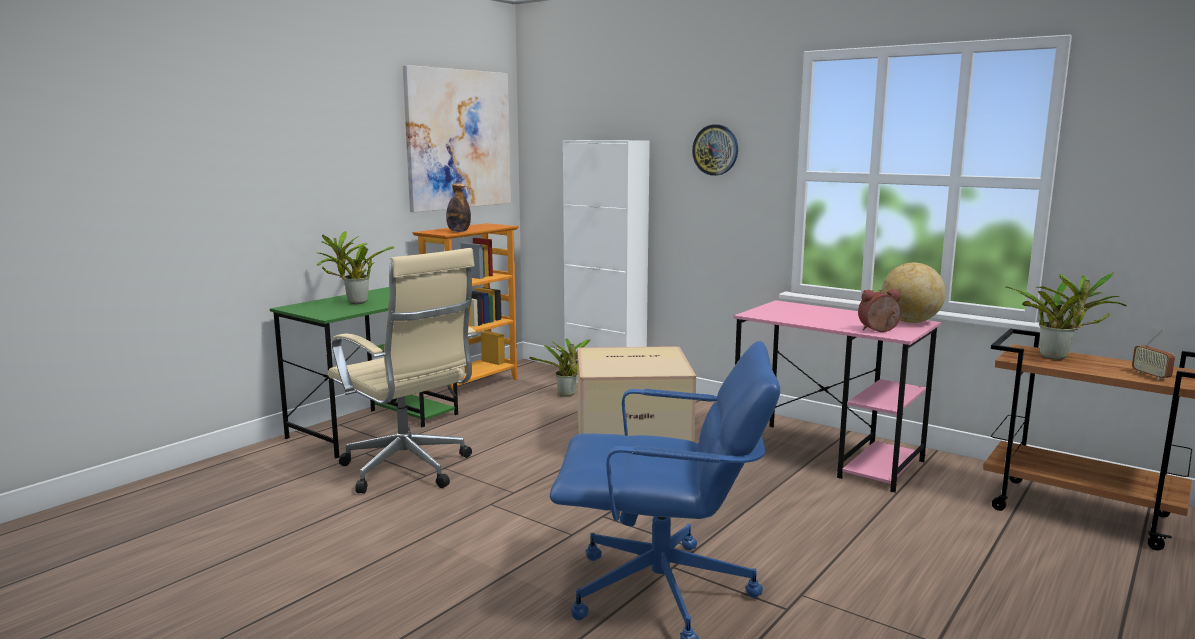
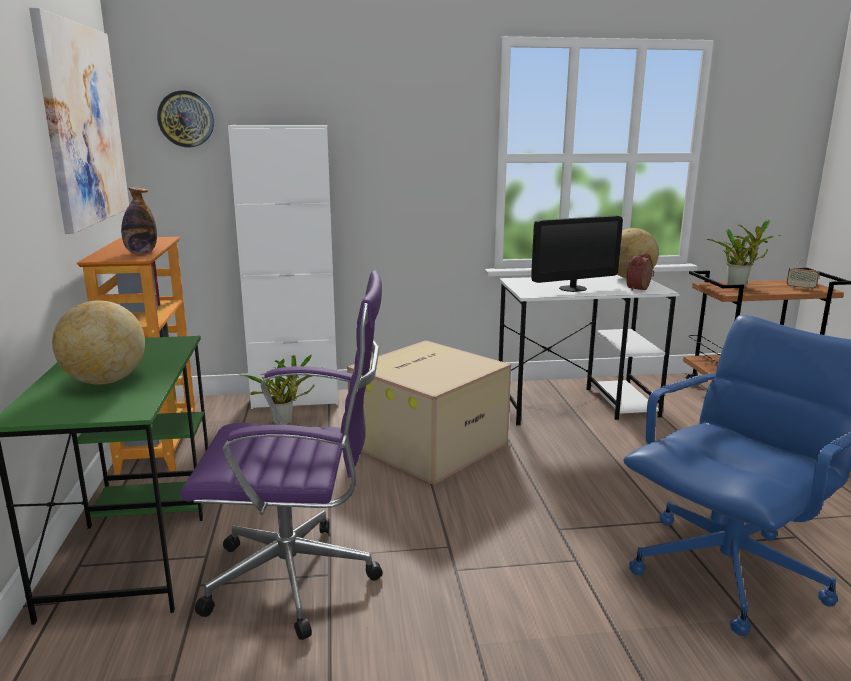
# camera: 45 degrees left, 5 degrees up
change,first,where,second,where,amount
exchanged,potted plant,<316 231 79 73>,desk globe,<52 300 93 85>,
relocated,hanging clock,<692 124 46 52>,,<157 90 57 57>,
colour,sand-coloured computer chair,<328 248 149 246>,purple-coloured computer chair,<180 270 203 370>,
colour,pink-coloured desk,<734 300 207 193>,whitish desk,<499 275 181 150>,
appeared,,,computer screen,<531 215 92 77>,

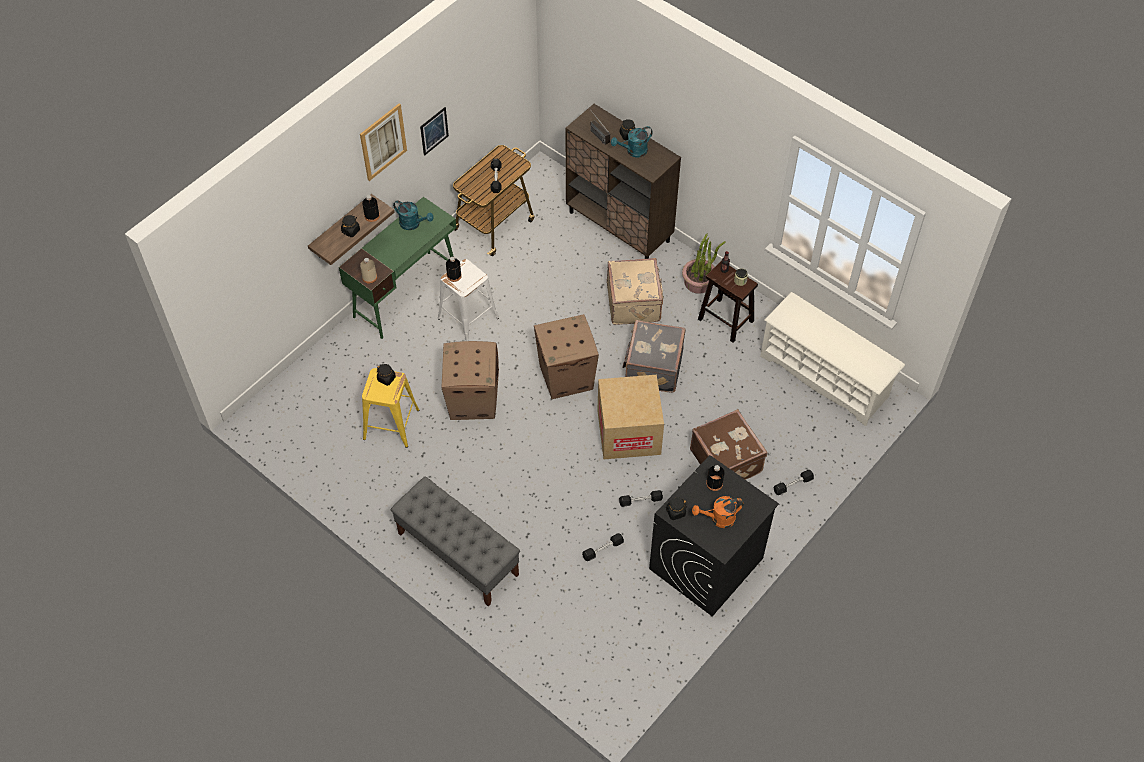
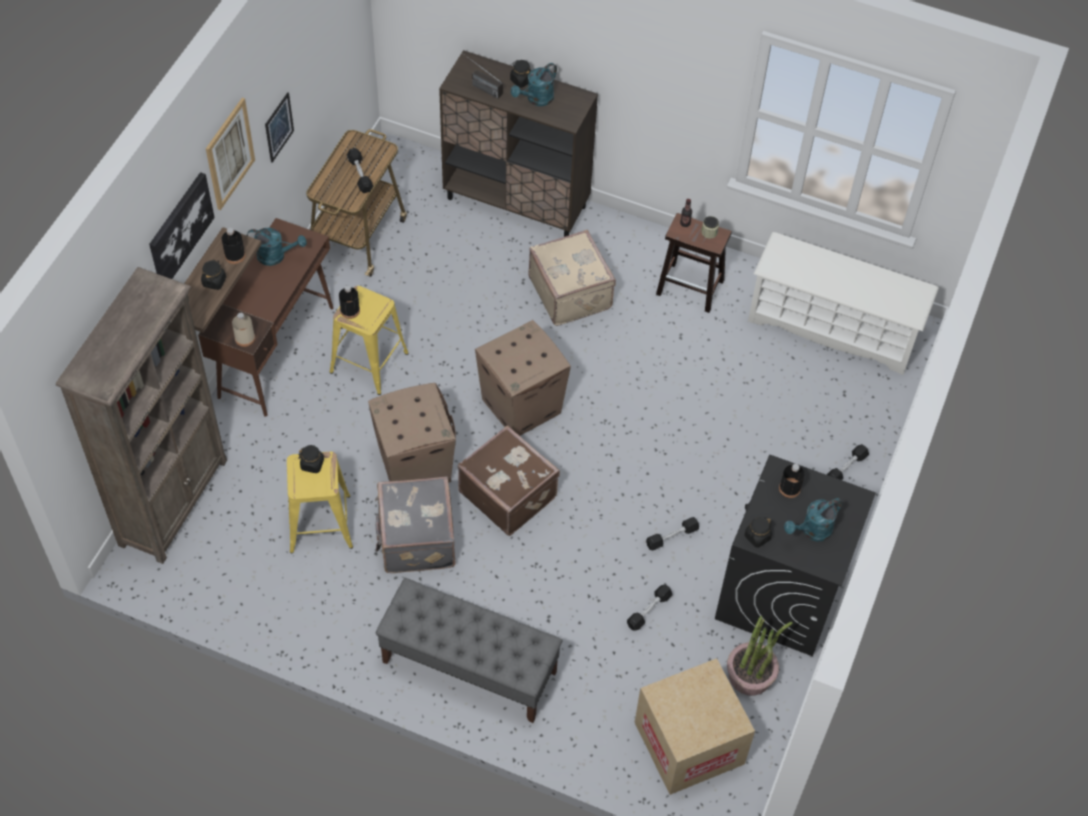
# camera: 20 degrees left, 0 degrees up
change,first,where,second,where,amount
appeared,,,brownish bookcase,<56 267 171 297>,
appeared,,,wall art,<149 172 66 107>,
colour,green desk,<339 197 117 142>,brownish desk,<198 218 135 199>,
colour,whitish stool seat,<438 259 61 82>,yellowish stool seat,<330 286 79 109>,
relocated,gray suitcase,<622 320 64 73>,,<375 476 80 97>,
relocated,brownish suitcase,<690 409 77 71>,,<458 425 102 111>,
relocated,cardboard box,<597 375 67 84>,,<635 658 120 137>,
relocated,potted plant,<682 234 44 60>,,<727 616 66 80>,
colour,orangey watering can,<692 496 52 32>,turquoise watering can,<784 498 59 44>,

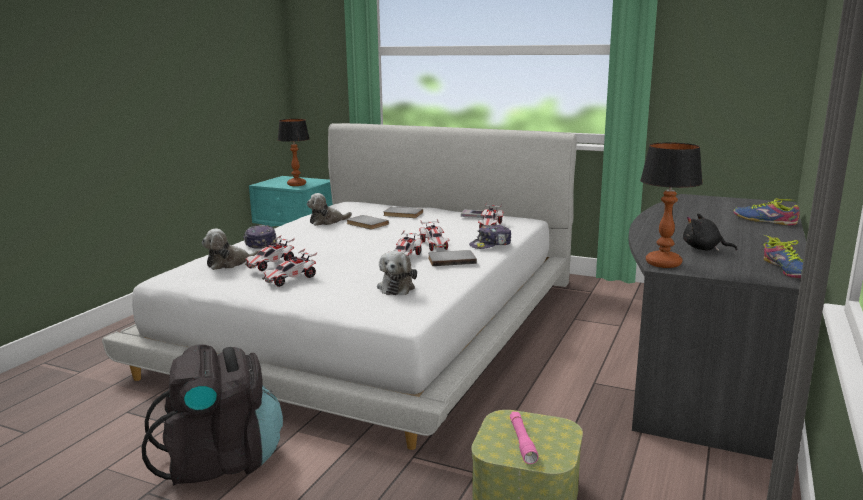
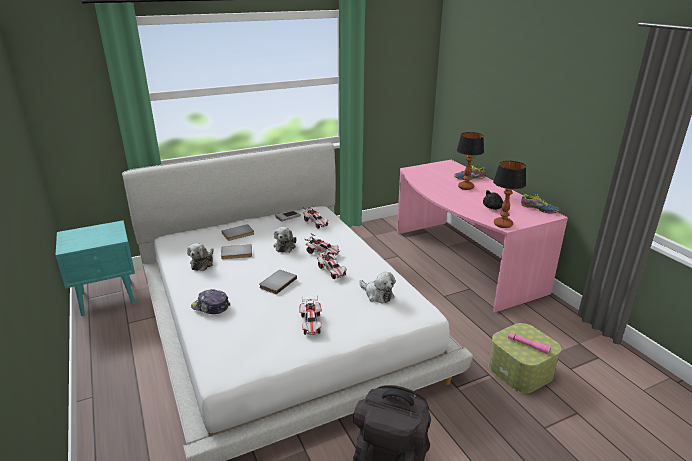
# camera: 50 degrees left, 10 degrees up
change,first,where,second,where,amount
relocated,gray book,<428 250 49 16>,,<259 270 38 24>,
relocated,soft toy,<202 228 58 42>,,<274 227 23 26>,
colour,gray desk,<628 194 178 266>,pink-coloured desk,<397 160 171 152>,
relocated,table lamp,<278 119 32 67>,,<457 132 27 58>,
missing,miniature car,<245 235 50 36>,,,
missing,cap,<469 225 42 24>,,,

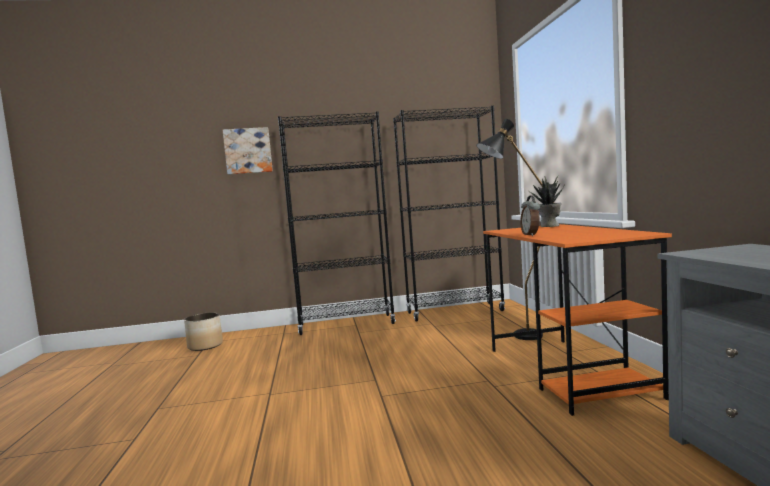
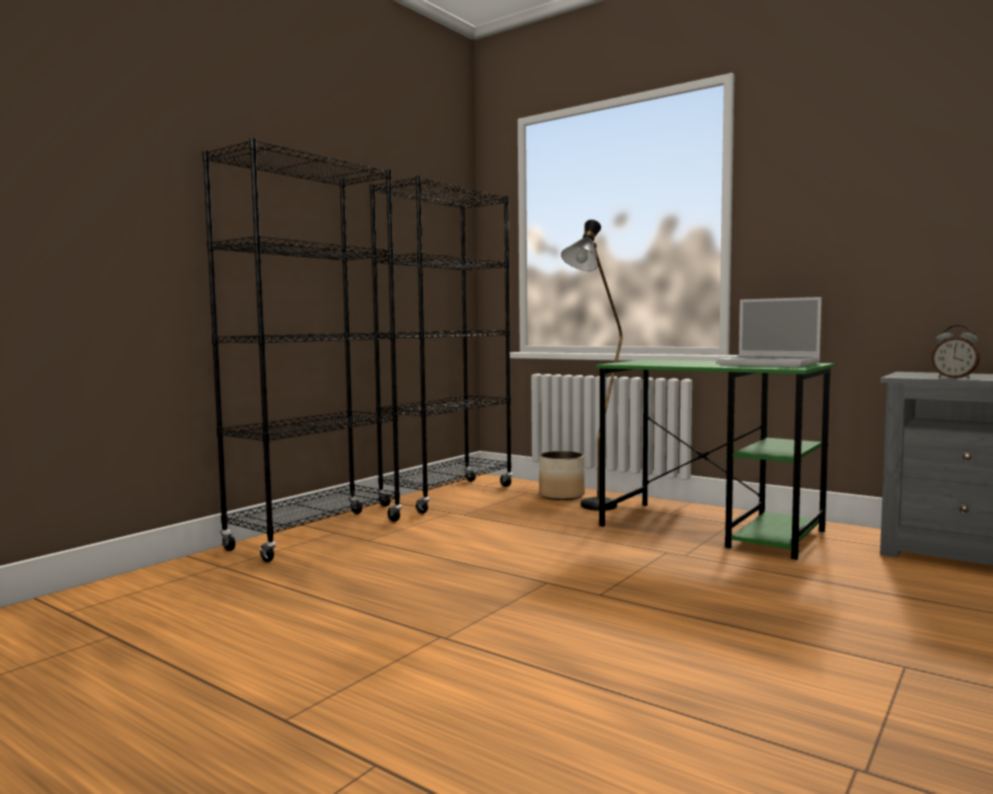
# camera: 45 degrees left, 0 degrees up
change,first,where,second,where,amount
relocated,planter,<184 312 39 39>,,<539 451 46 49>,
colour,orangey desk,<483 224 189 192>,green desk,<596 360 238 200>,
appeared,,,notebook computer,<716 297 106 70>,
relocated,table clock,<520 196 20 40>,,<932 325 48 54>,
missing,wall art,<223 127 50 48>,,,
missing,potted plant,<530 176 35 51>,,,

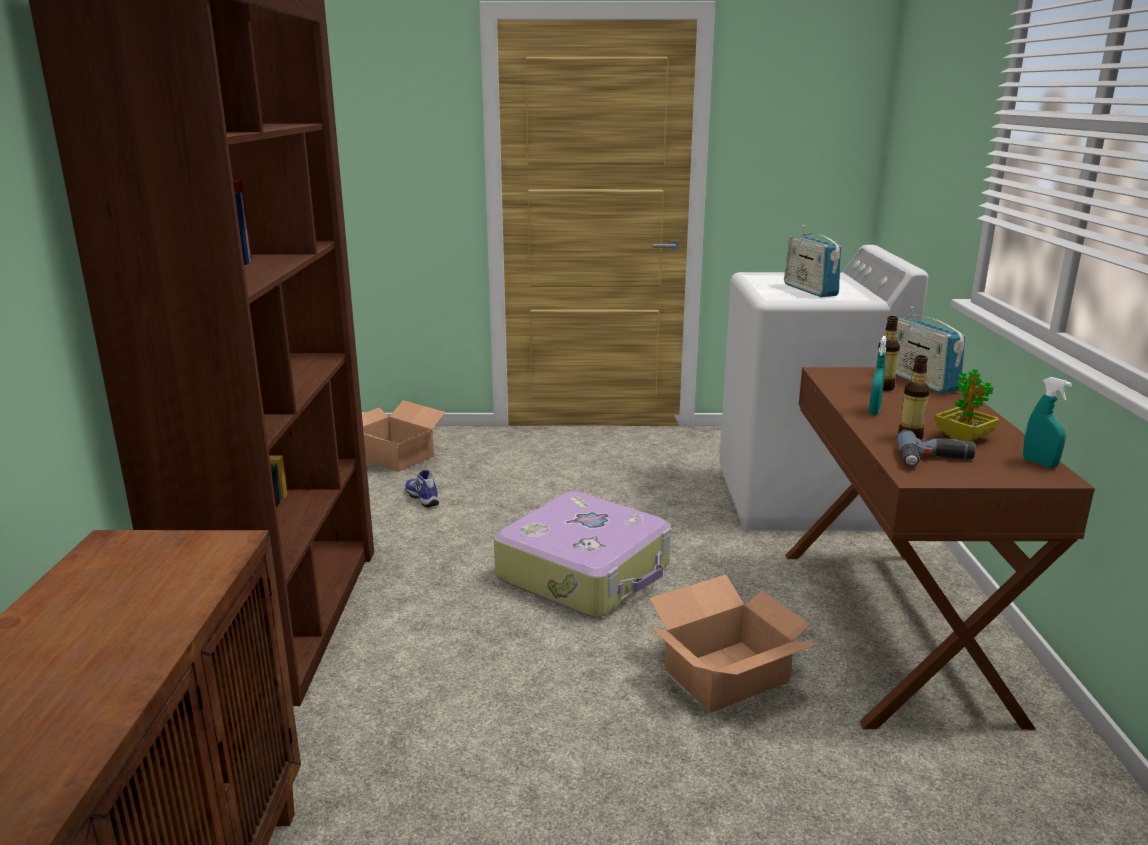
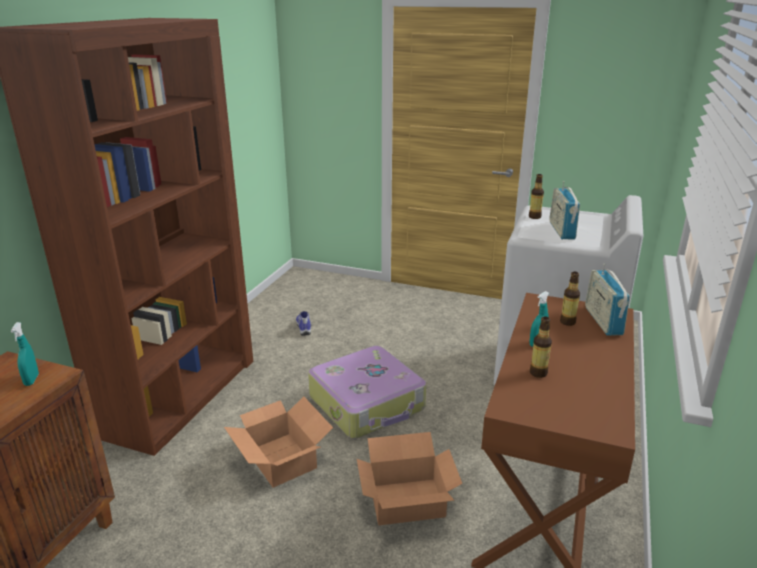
# camera: 20 degrees right, 5 degrees up
change,first,where,second,where,amount
relocated,turquoise spray bottle,<1023 377 49 91>,,<11 322 28 64>,
relocated,cardboard box,<362 400 84 72>,,<224 397 109 90>,
appeared,,,bottle,<529 174 15 45>,
missing,electric drill,<896 430 80 36>,,,
missing,potted plant,<934 369 66 73>,,,

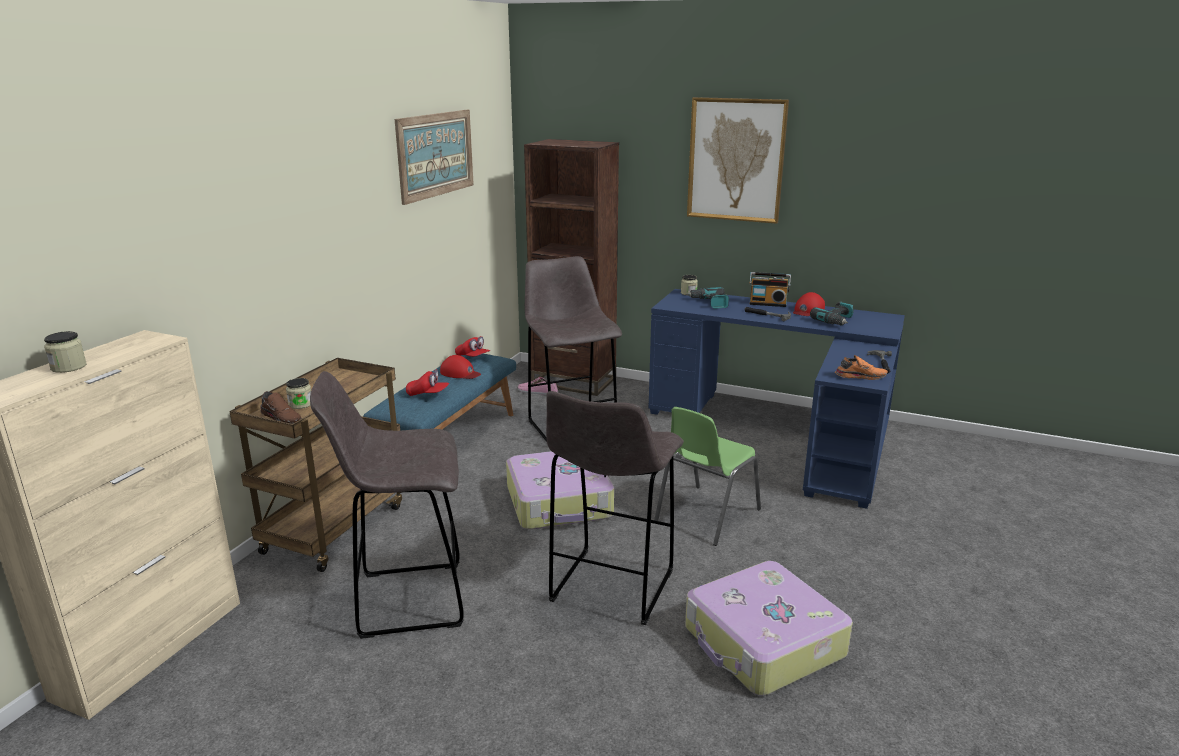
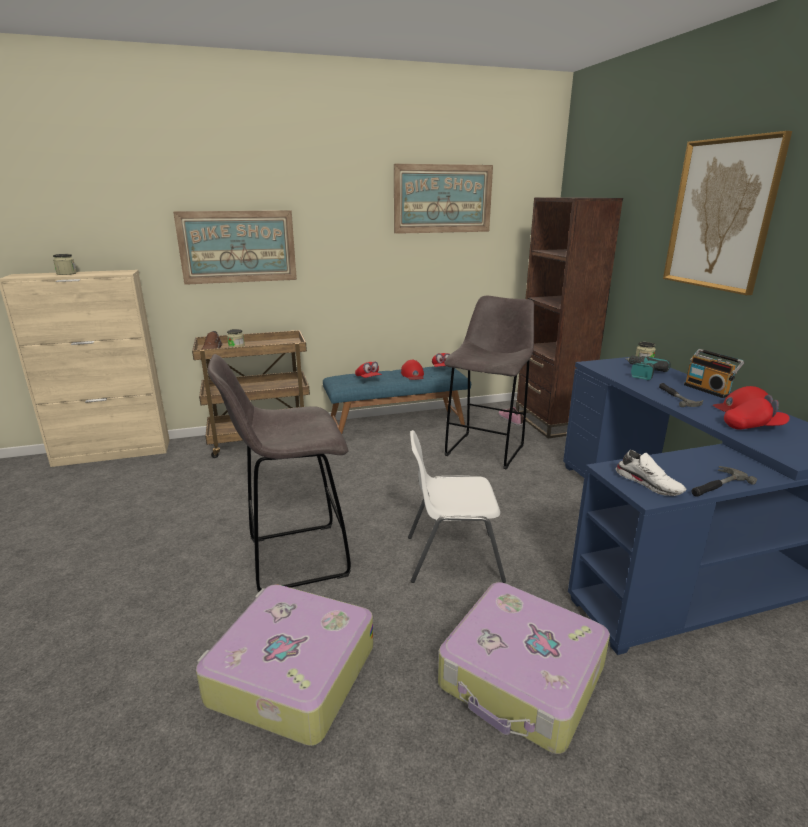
# camera: 50 degrees right, 0 degrees up
change,first,where,second,where,amount
appeared,,,wall art,<173 210 124 75>,
colour,green chair,<654 407 107 139>,whitish chair,<408 430 98 153>,
relocated,suitcase,<506 451 108 78>,,<438 582 172 172>,
colour,orangey shoe,<835 355 53 25>,whitish shoe,<616 450 71 46>,
exchanged,electric drill,<810 302 43 24>,reddish cap,<724 395 66 35>,
missing,gray stool seat,<310 371 154 268>,,,

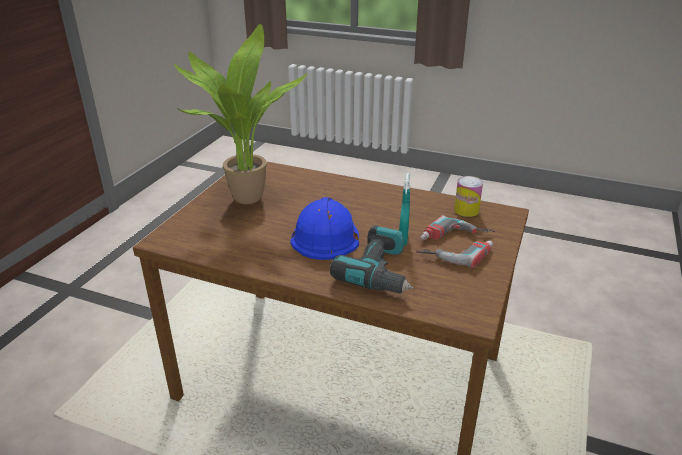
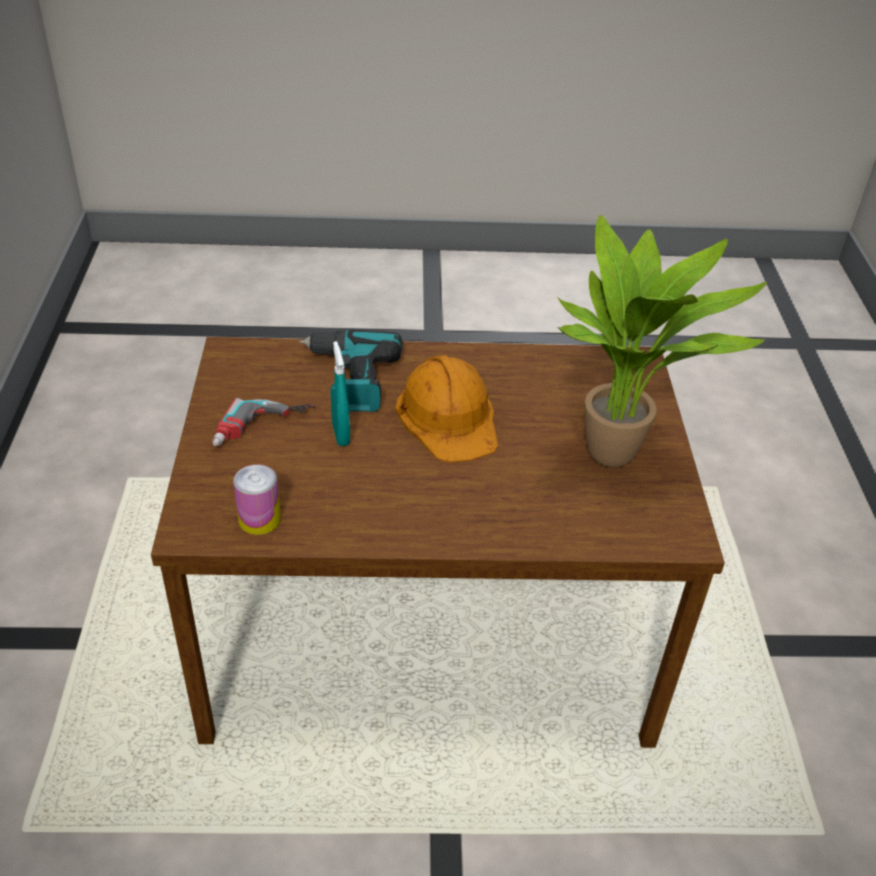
# camera: 155 degrees right, 10 degrees up
change,first,where,second,where,amount
colour,blue-coloured work helmet,<290 197 69 63>,orangey work helmet,<395 355 103 108>,
missing,electric drill,<420 215 75 25>,,,

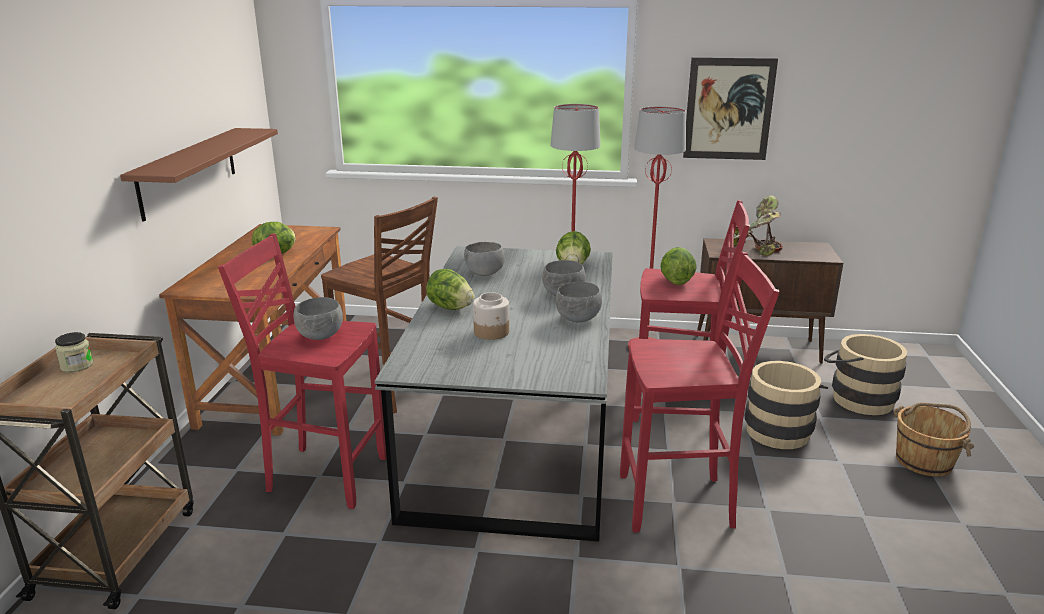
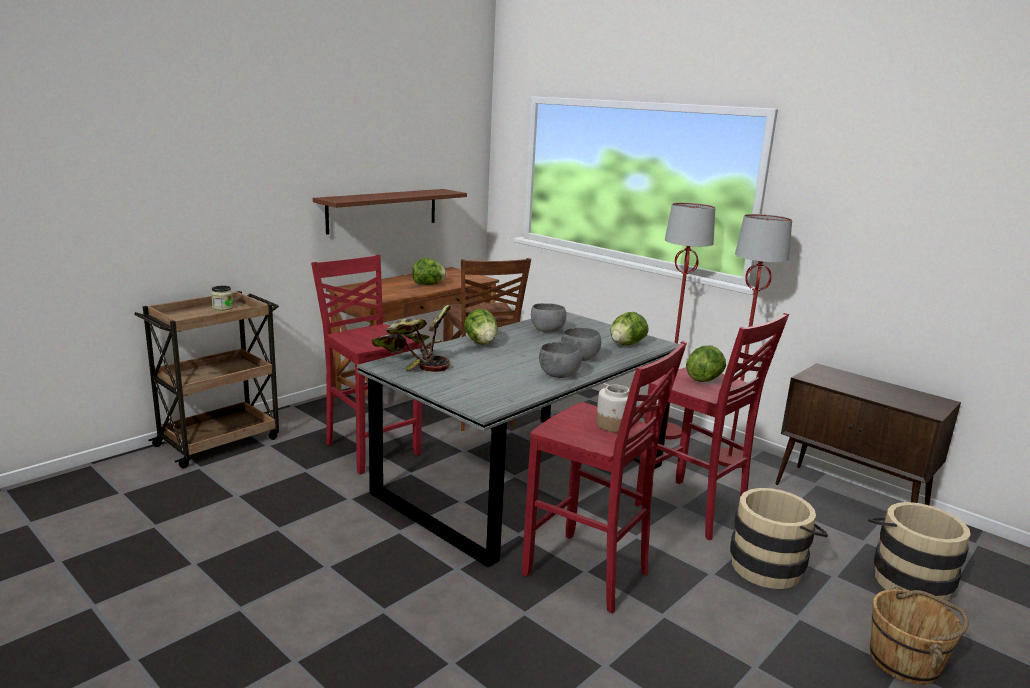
# camera: 35 degrees right, 5 degrees down
change,first,where,second,where,amount
relocated,potted plant,<734 196 49 60>,,<372 305 79 67>,
relocated,preserve jar,<473 292 36 48>,,<596 385 36 47>,
missing,gray deep dish,<294 297 49 43>,,,
missing,wall art,<683 57 95 103>,,,

